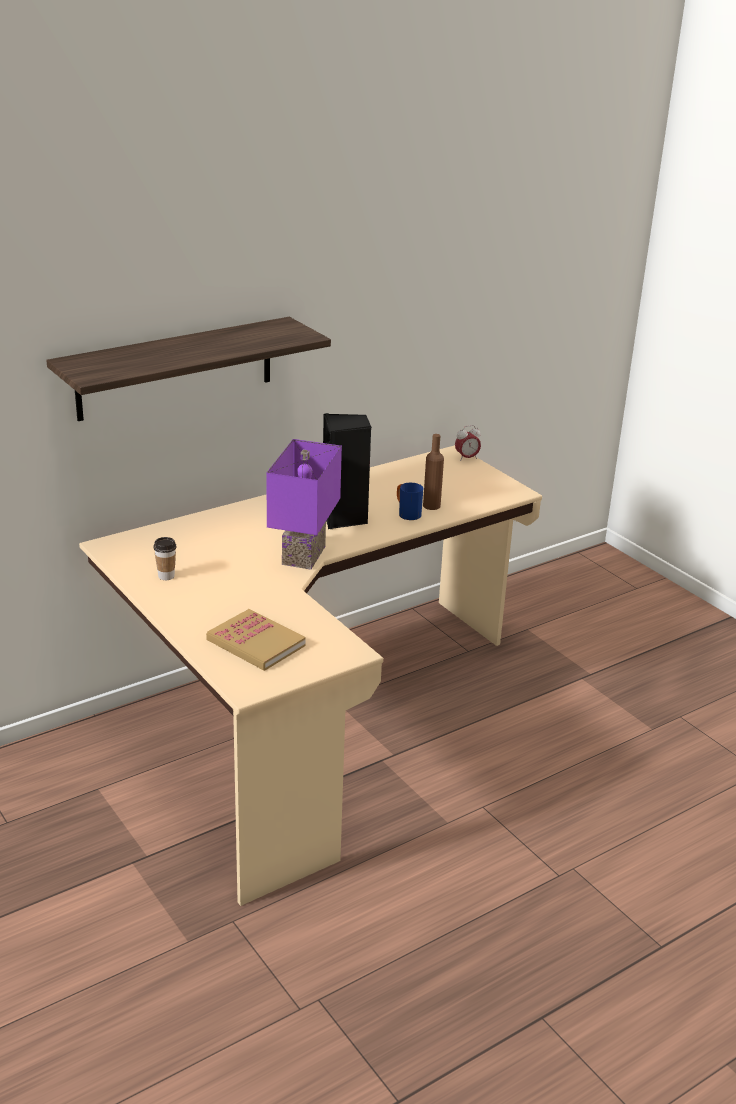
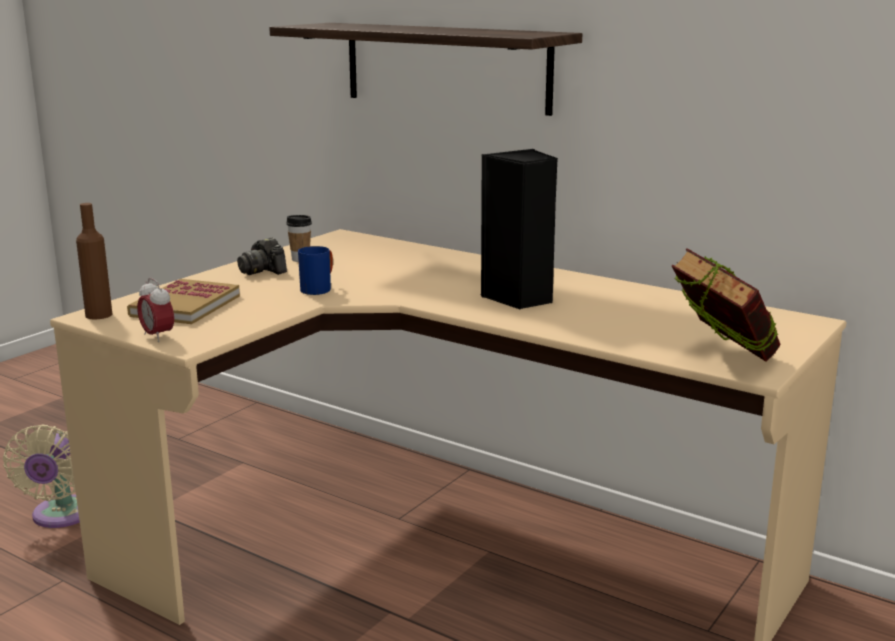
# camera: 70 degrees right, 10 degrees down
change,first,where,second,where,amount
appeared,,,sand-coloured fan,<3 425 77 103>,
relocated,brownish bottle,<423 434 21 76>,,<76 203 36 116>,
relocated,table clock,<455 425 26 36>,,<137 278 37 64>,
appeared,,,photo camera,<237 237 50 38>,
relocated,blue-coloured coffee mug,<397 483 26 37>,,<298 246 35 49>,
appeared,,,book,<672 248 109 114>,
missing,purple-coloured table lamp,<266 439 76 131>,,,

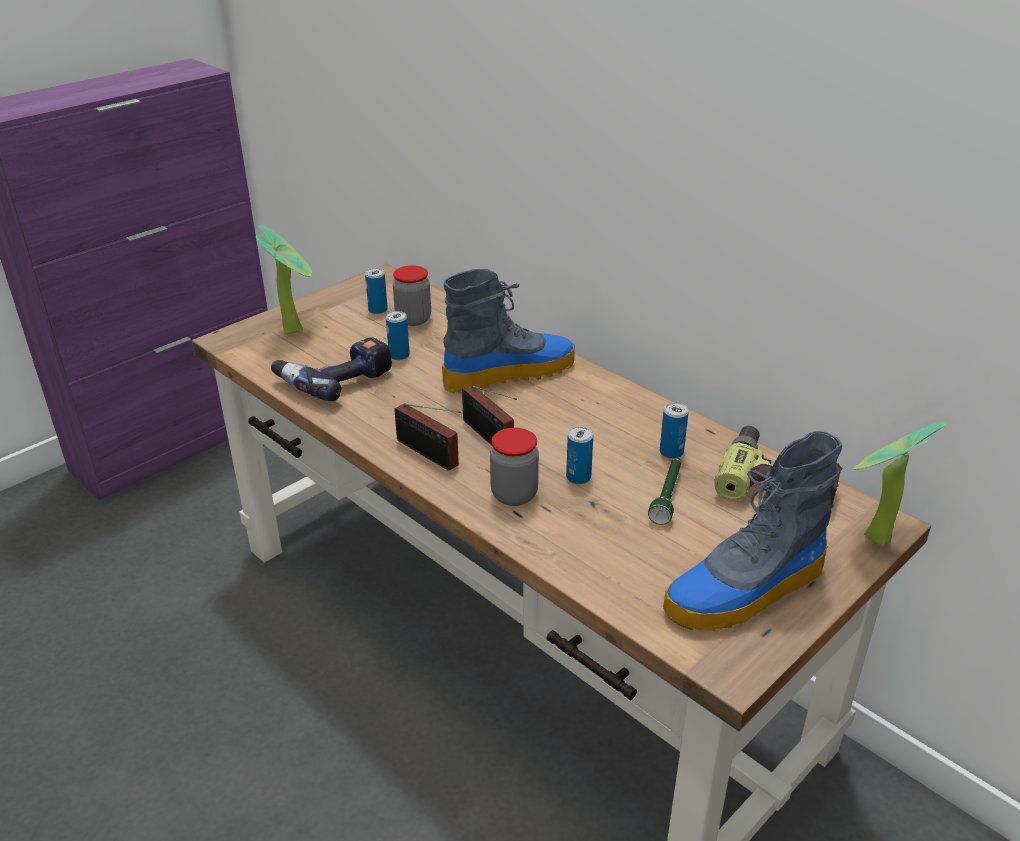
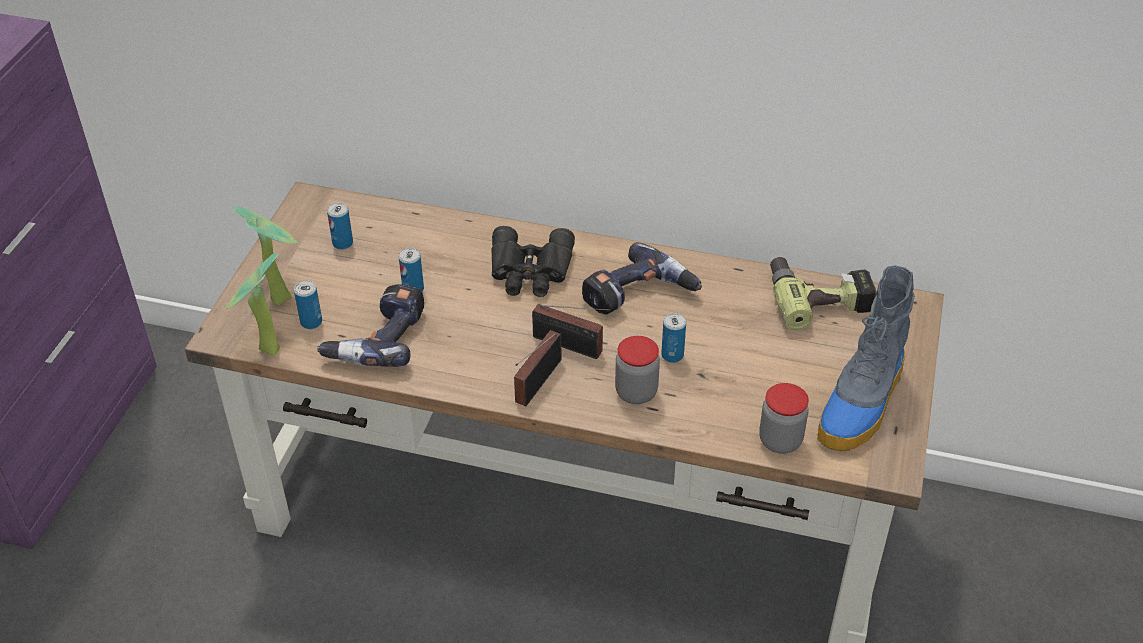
# camera: 30 degrees left, 10 degrees up
change,first,where,second,where,amount
relocated,potted plant,<853 422 93 125>,,<226 253 54 103>,
relocated,metal can,<660 403 29 56>,,<294 280 28 49>,
exchanged,boot,<442 269 133 125>,black-coloured field glasses,<491 226 84 71>,
spun,radio receiver,<394 403 67 68>,,<514 330 47 76>,105 degrees clockwise
appeared,,,electric drill,<582 242 120 72>,
relocated,preserve jar,<393 265 38 61>,,<759 383 50 71>,
missing,green torch,<648 457 33 68>,,,

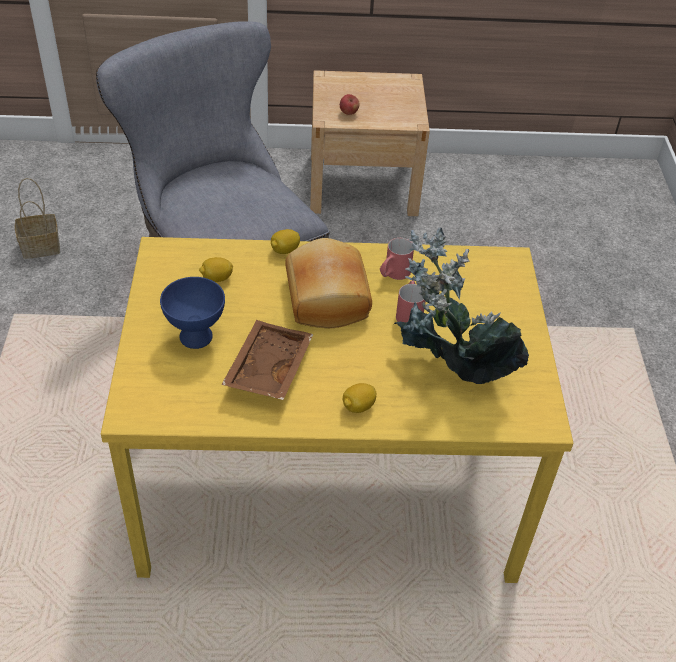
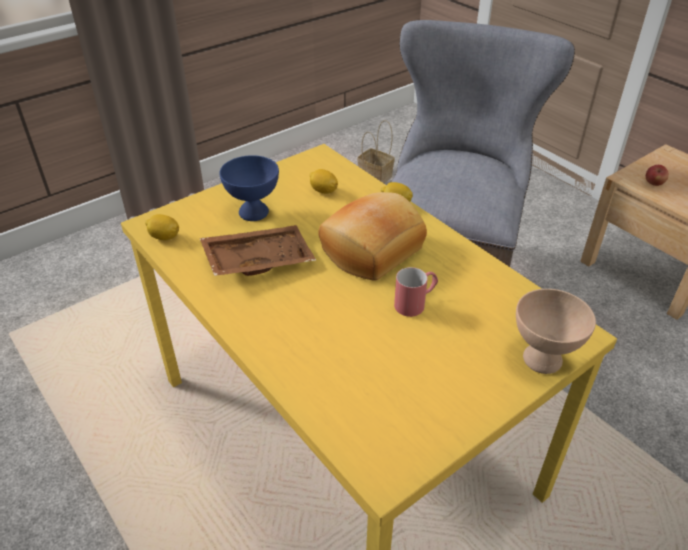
# camera: 55 degrees right, 5 degrees down
change,first,where,second,where,amount
relocated,citrus fruit,<343 383 33 30>,,<145 214 34 26>,
appeared,,,sand-coloured deep dish,<516 289 80 85>,
missing,reddish coffee mug,<380 238 34 42>,,,
missing,potted plant,<394 228 135 156>,,,

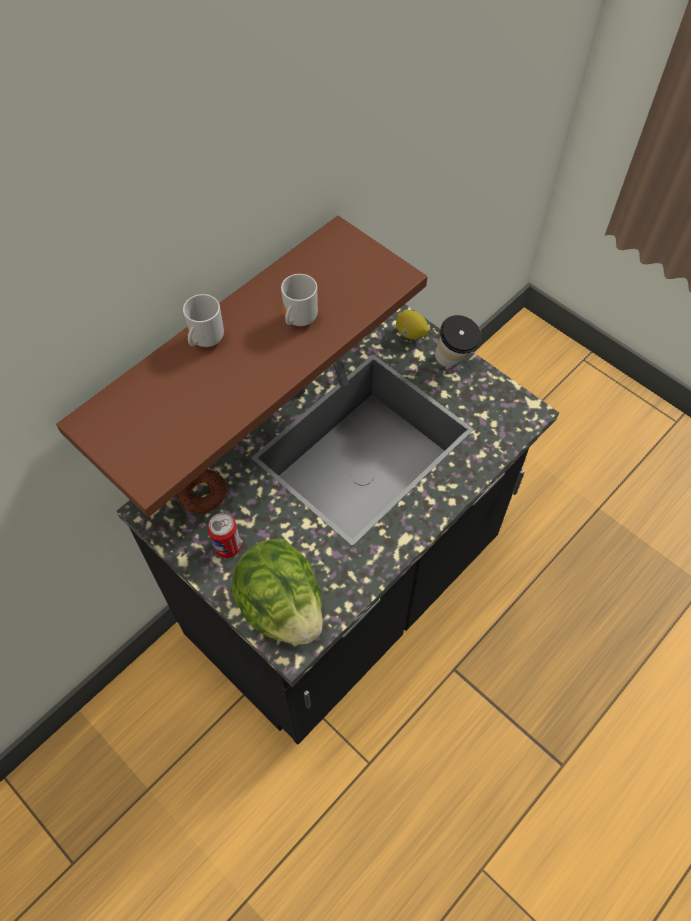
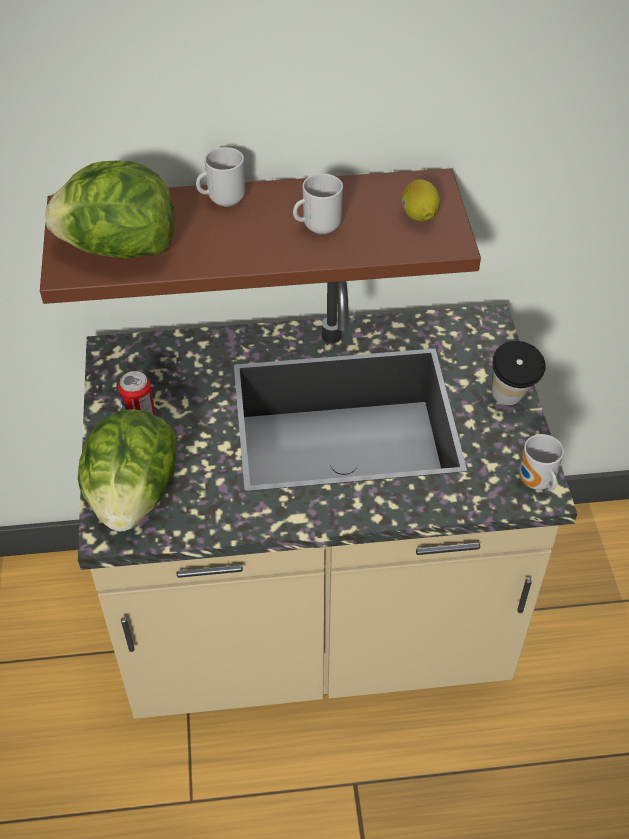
# camera: 40 degrees right, 10 degrees down
change,first,where,second,where,amount
appeared,,,lettuce,<45 161 129 98>,
colour,black-coloured kitchen counter,<116 304 443 441>,sand-coloured kitchen counter,<78 281 499 438>,
relocated,citrus fruit,<396 310 34 29>,,<402 179 38 42>,
appeared,,,coffee mug,<519 434 45 56>,
missing,ring doughnut,<177 469 50 45>,,,

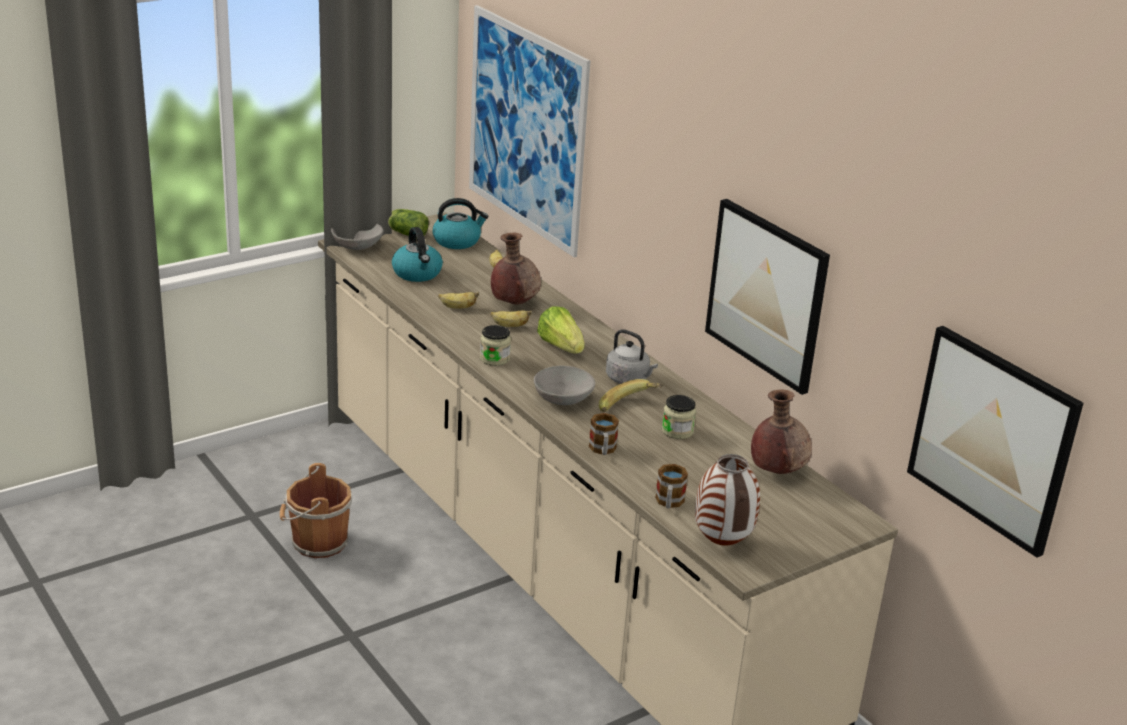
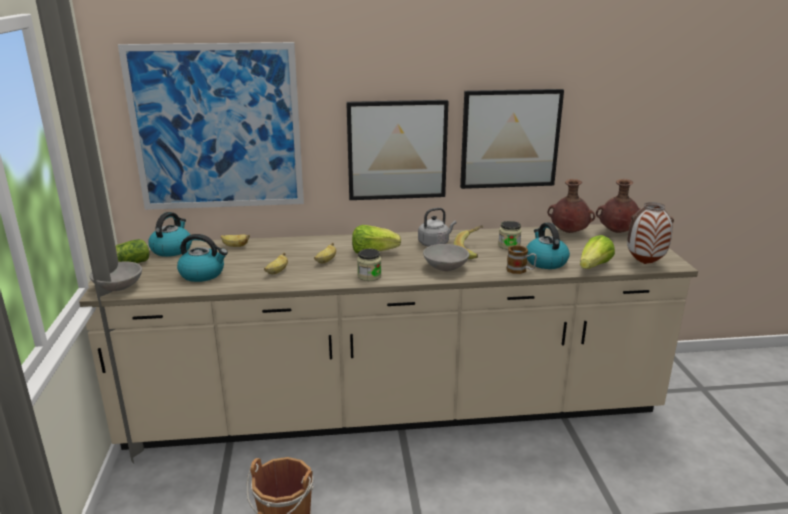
# camera: 60 degrees left, 5 degrees down
change,first,where,second,where,amount
relocated,wall art,<907 326 176 231>,,<346 100 102 100>,
appeared,,,water kettle,<526 222 44 47>,
exchanged,coffee mug,<655 464 33 45>,lettuce,<580 235 35 34>,
relocated,brownish decorative vase,<491 233 50 72>,,<596 179 44 54>,

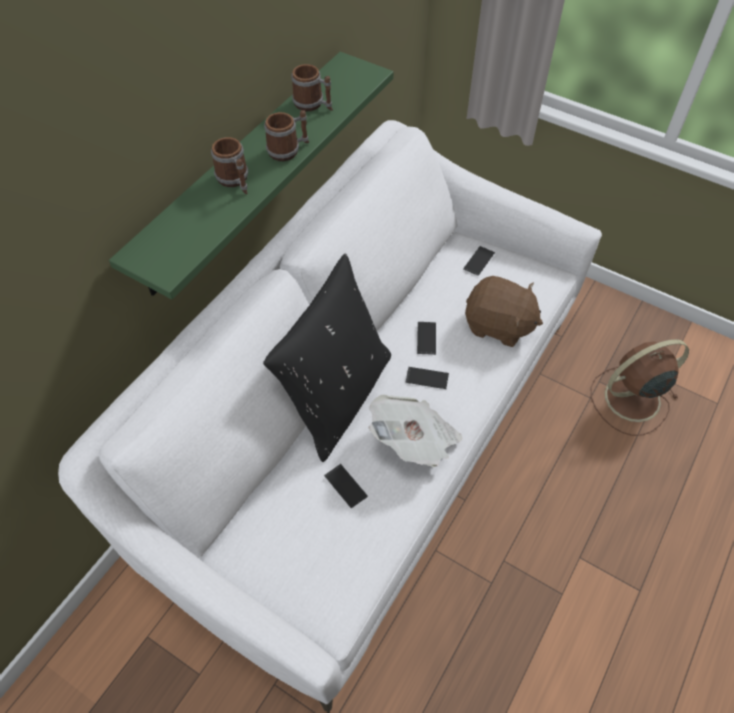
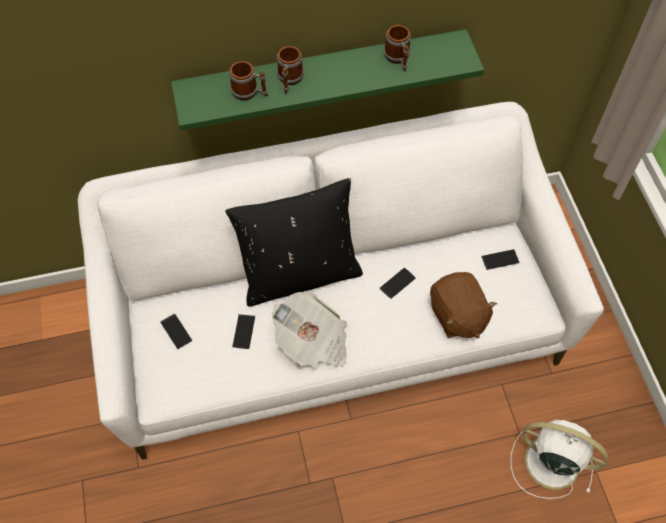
# camera: 45 degrees right, 5 degrees up
change,first,where,second,where,amount
relocated,telephone,<405 367 44 22>,,<160 313 32 36>,
relocated,coffee mug,<264 110 45 51>,,<229 61 39 39>,
colour,brownish fan,<591 339 98 97>,whitish fan,<510 420 99 79>,

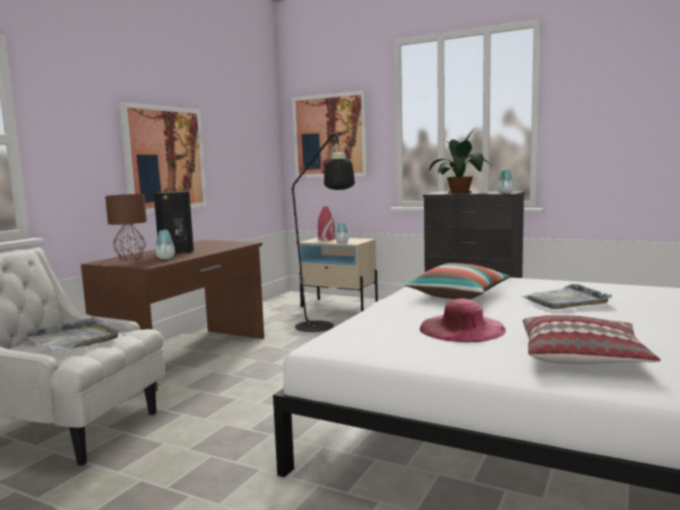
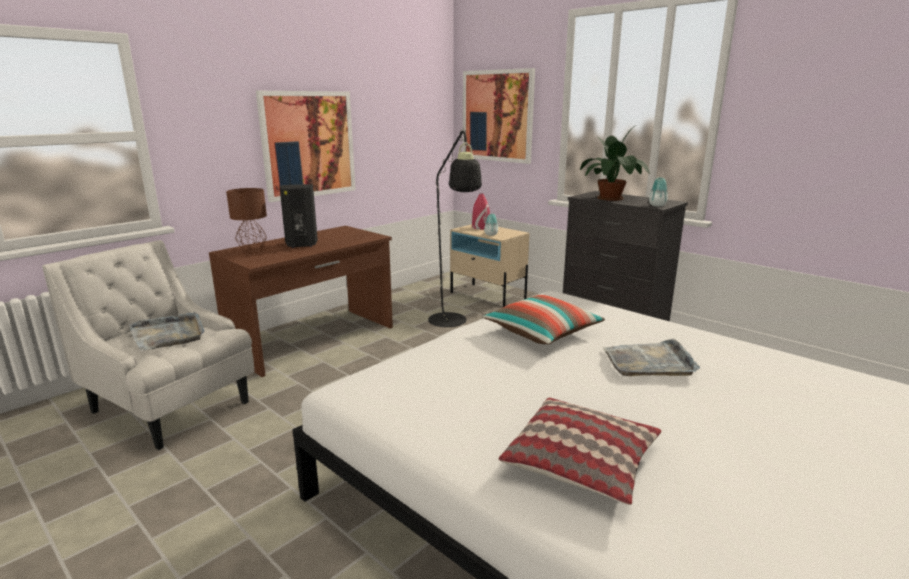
# camera: 15 degrees right, 10 degrees up
change,first,where,second,where,amount
missing,decorative vase,<156 230 19 29>,,,
missing,pink-coloured wearable hat,<419 298 87 44>,,,

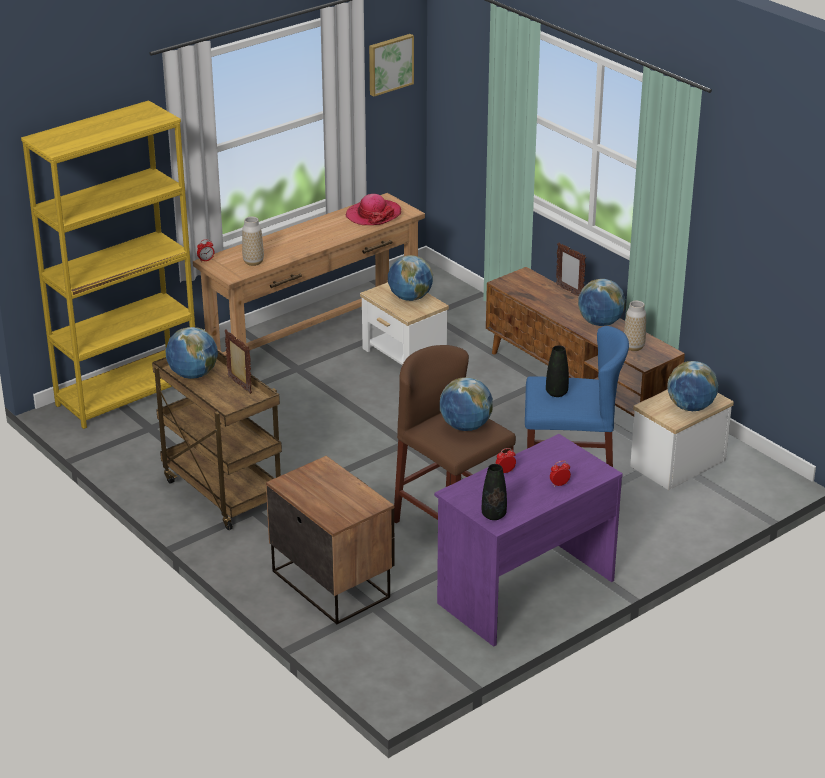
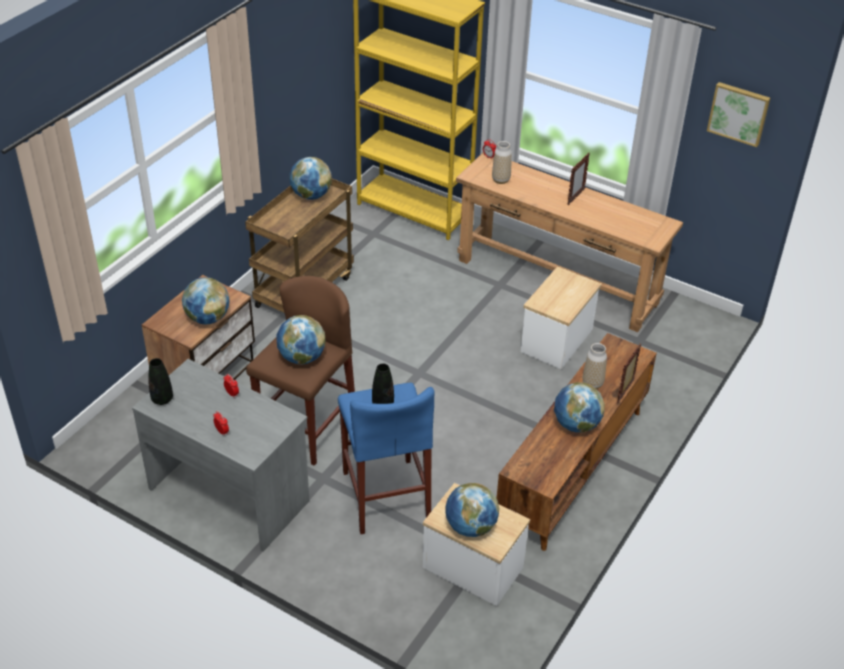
# camera: 70 degrees right, 10 degrees up
change,first,where,second,where,amount
colour,purple-coloured desk,<434 434 189 213>,gray desk,<132 359 178 193>,
relocated,desk globe,<388 255 45 46>,,<182 277 48 48>,
relocated,picture frame,<225 329 27 65>,,<568 152 22 53>,
relocated,decorative vase,<624 301 22 50>,,<582 343 25 46>,
missing,wearable hat,<346 194 55 31>,,,

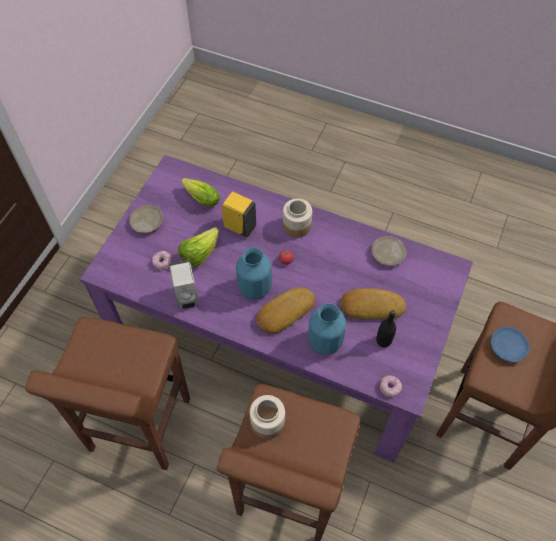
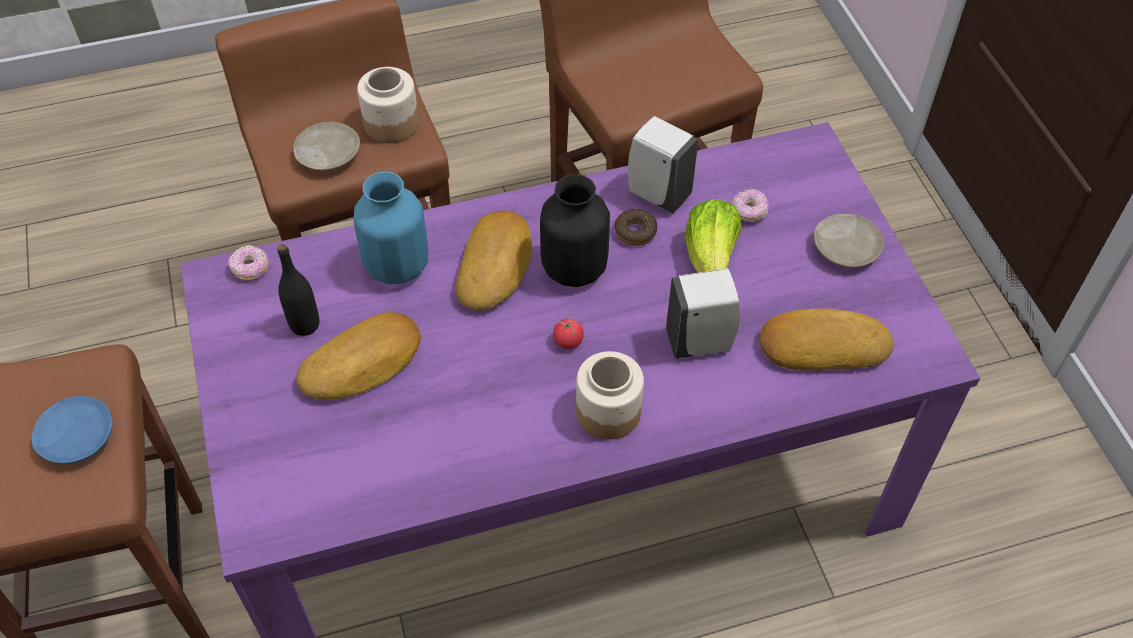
# camera: 140 degrees right, 5 degrees down
change,first,where,second,where,amount
relocated,sand-coloured dinner plate,<371 236 36 30>,,<293 122 67 49>,
colour,blue-coloured decorative vase,<236 247 36 52>,black-coloured decorative vase,<540 174 70 113>,
appeared,,,ring doughnut,<614 209 43 37>,
colour,yellowish soap dispenser,<222 192 35 46>,whitish soap dispenser,<666 268 73 91>,
exchanged,lettuce,<181 178 39 29>,baked bread,<760 308 134 63>,

